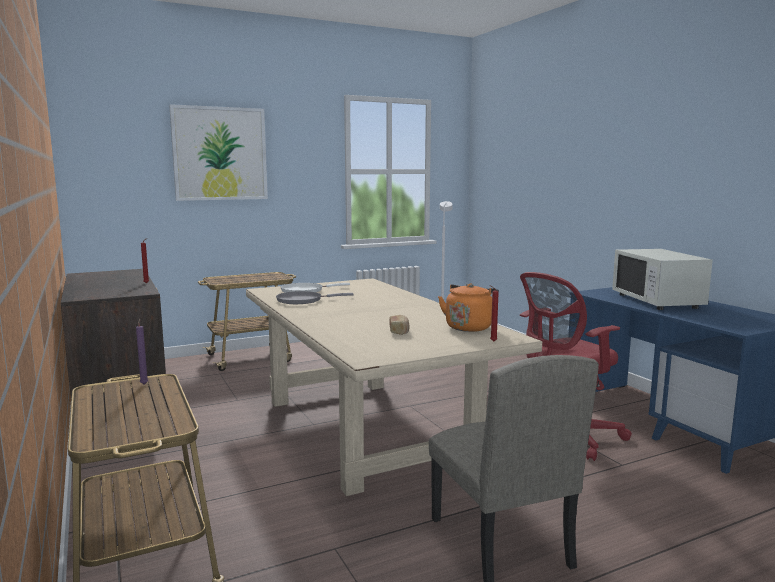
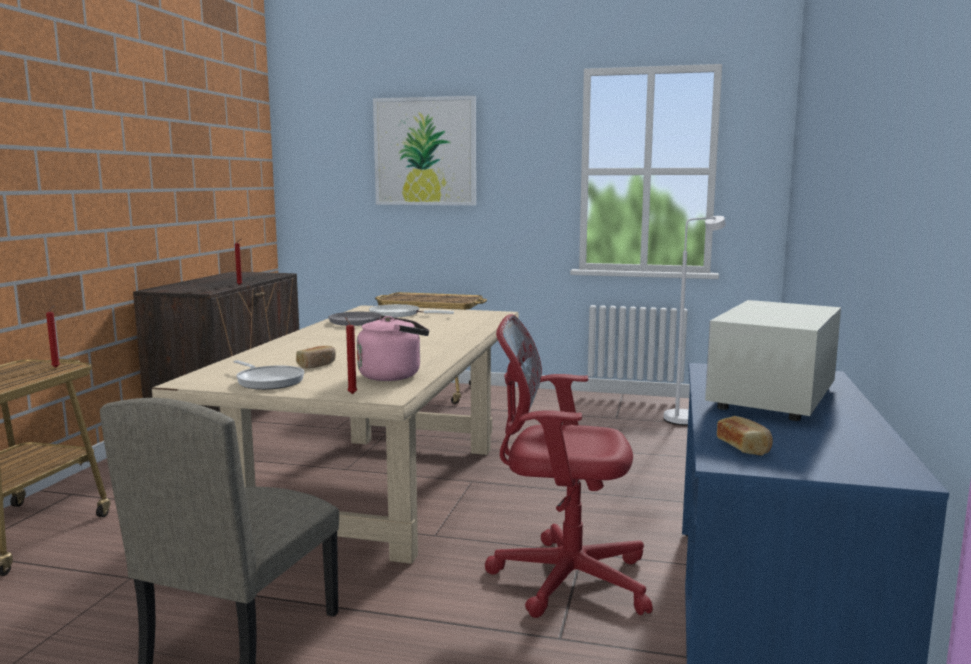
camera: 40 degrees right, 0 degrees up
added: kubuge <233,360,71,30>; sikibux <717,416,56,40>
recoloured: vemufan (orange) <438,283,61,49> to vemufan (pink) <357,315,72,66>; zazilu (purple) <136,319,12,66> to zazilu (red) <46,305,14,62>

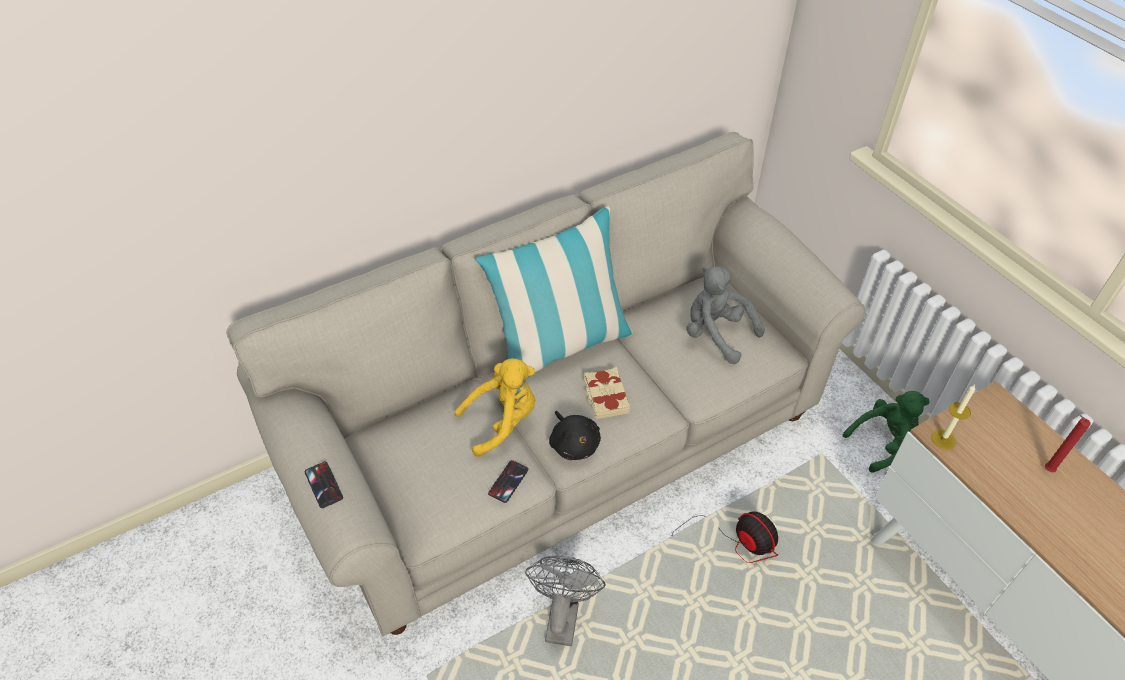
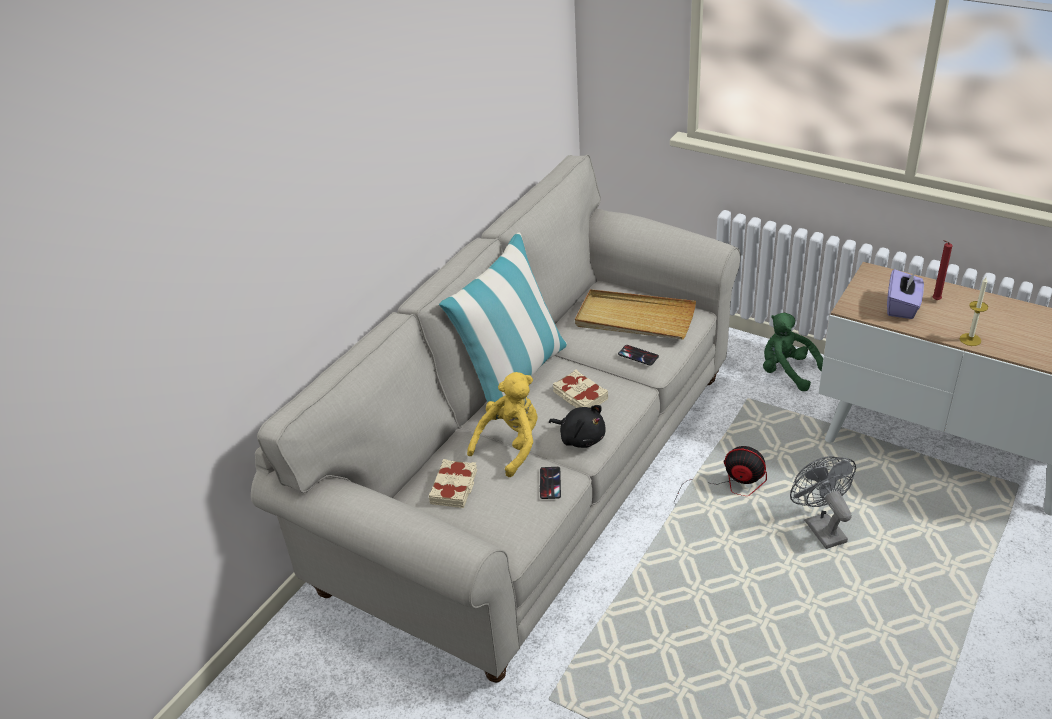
camera: 25 degrees left, 10 degrees down
added: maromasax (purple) <887,269,37,50>; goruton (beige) <429,459,48,49>
moved: zazilu <931,385,44,64> to <960,277,28,69>; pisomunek <305,462,38,46> to <618,345,41,21>; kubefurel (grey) <525,556,81,90> to <790,456,66,93>
replaced: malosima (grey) <686,266,79,98> to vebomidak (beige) <575,289,121,51>
turned: malosima (green) <843,391,87,81> = <763,313,60,78> 90 degrees counterclockwise

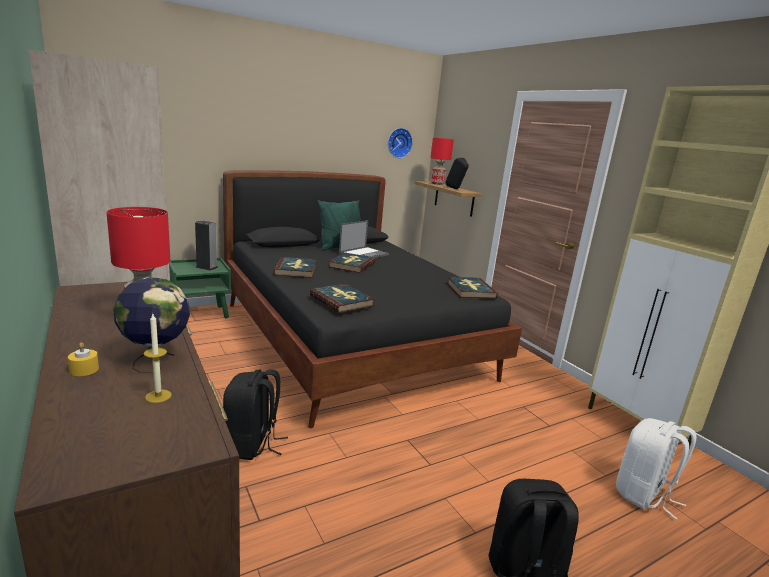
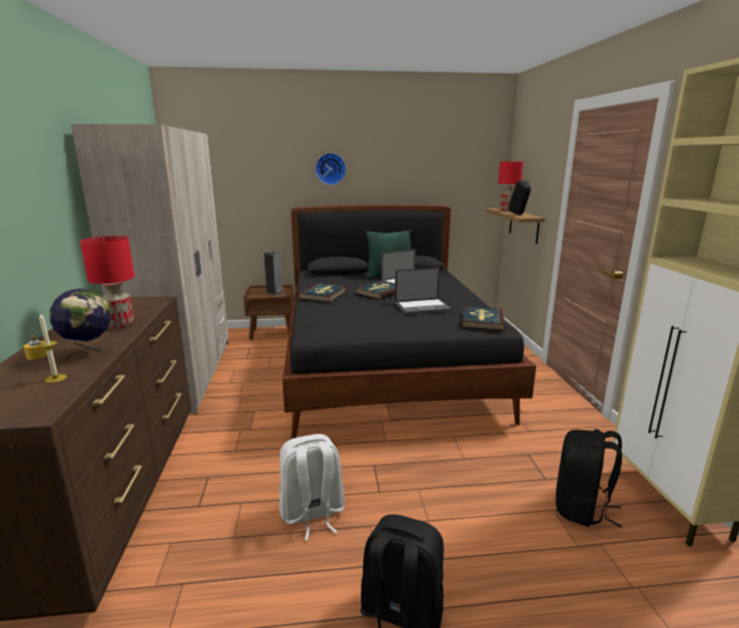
camera: 25 degrees right, 0 degrees up
removed: goruton <310,283,65,30>
added: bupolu <395,267,57,48>
moved: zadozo <388,128,25,30> to <315,153,31,32>; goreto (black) <223,369,65,91> to <555,429,67,98>; goreto (white) <616,418,81,102> to <279,434,65,107>
recoloured: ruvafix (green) <169,258,62,61> to ruvafix (brown) <244,284,50,56>

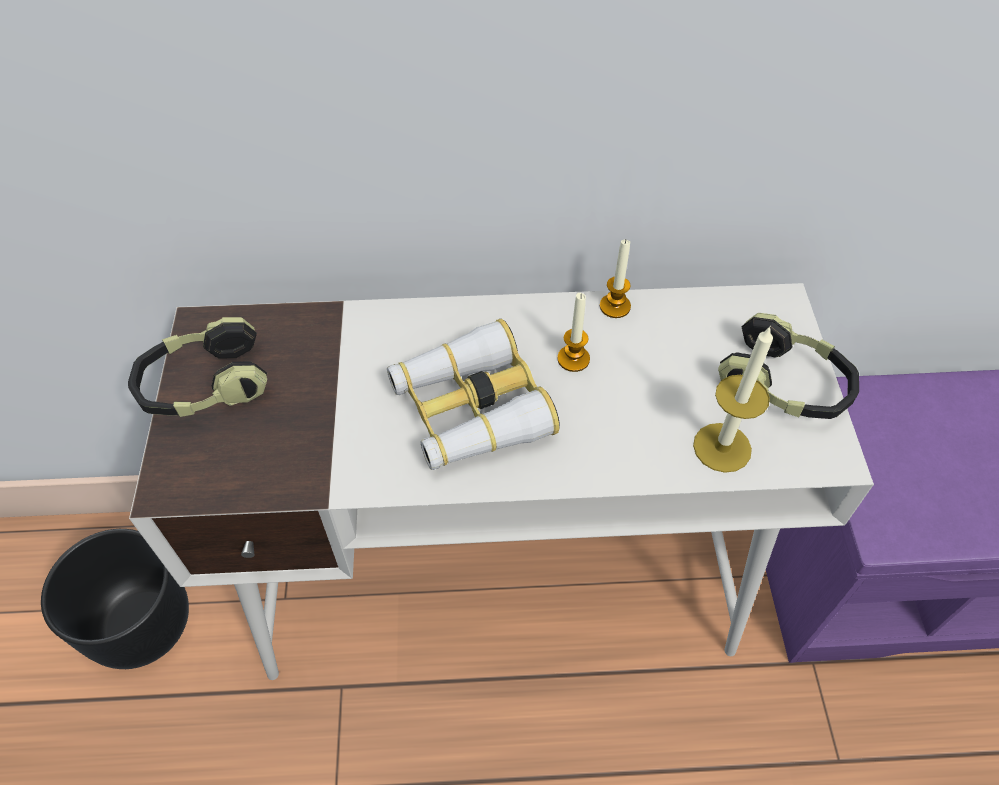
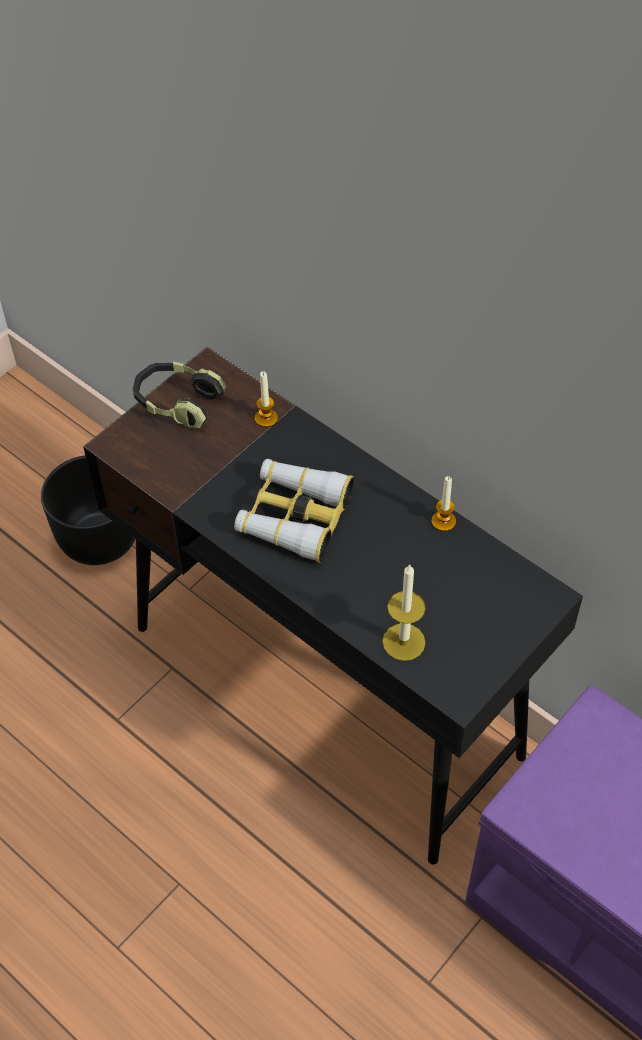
camera: 45 degrees right, 0 degrees up
removed: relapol <718,313,141,106>
moved: zazilu <557,293,33,79> to <255,371,23,56>
recoloured: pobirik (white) <129,283,745,397> to pobirik (black) <83,347,500,517>

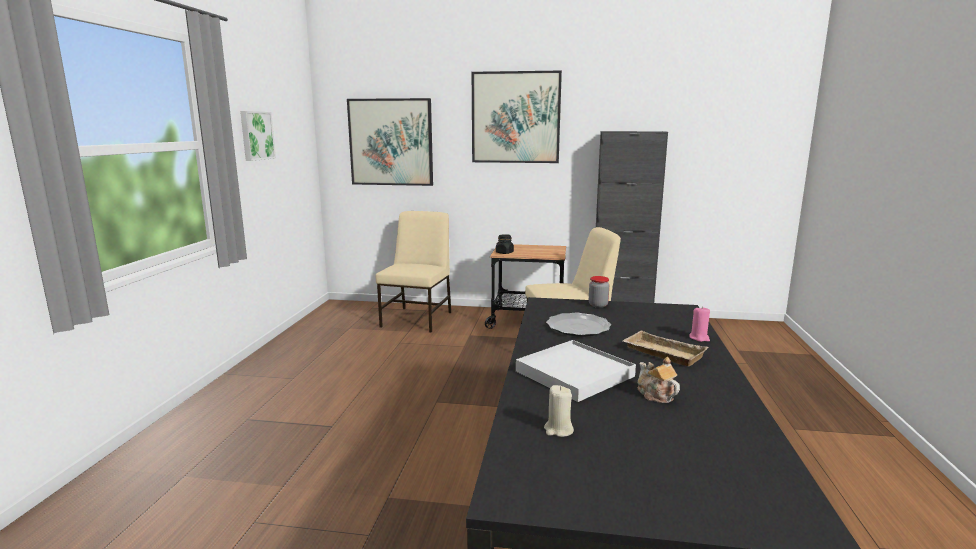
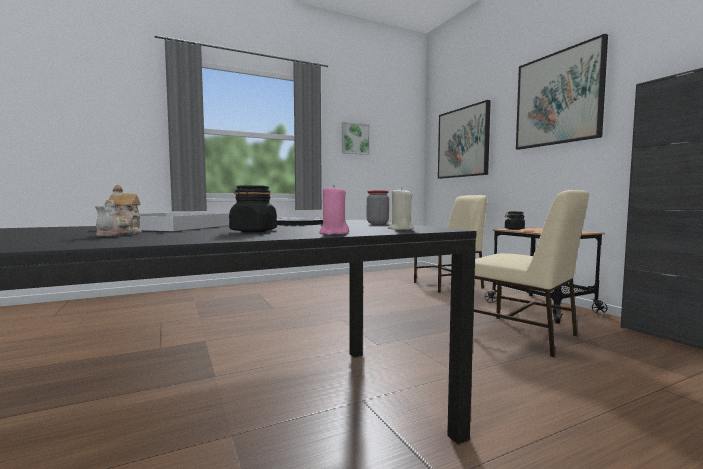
camera: 55 degrees right, 10 degrees down
moved: zazilu (beige) <544,385,30,52> to <388,187,26,43>
replaced: vebomidak (beige) <622,330,86,36> to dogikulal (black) <229,185,48,48>
turned: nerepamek <637,357,43,46> = <95,185,46,51> 150 degrees clockwise

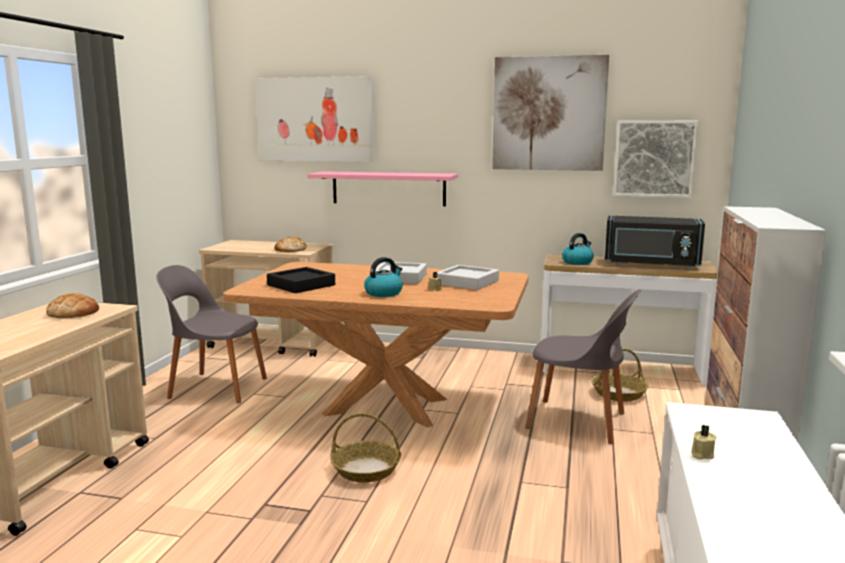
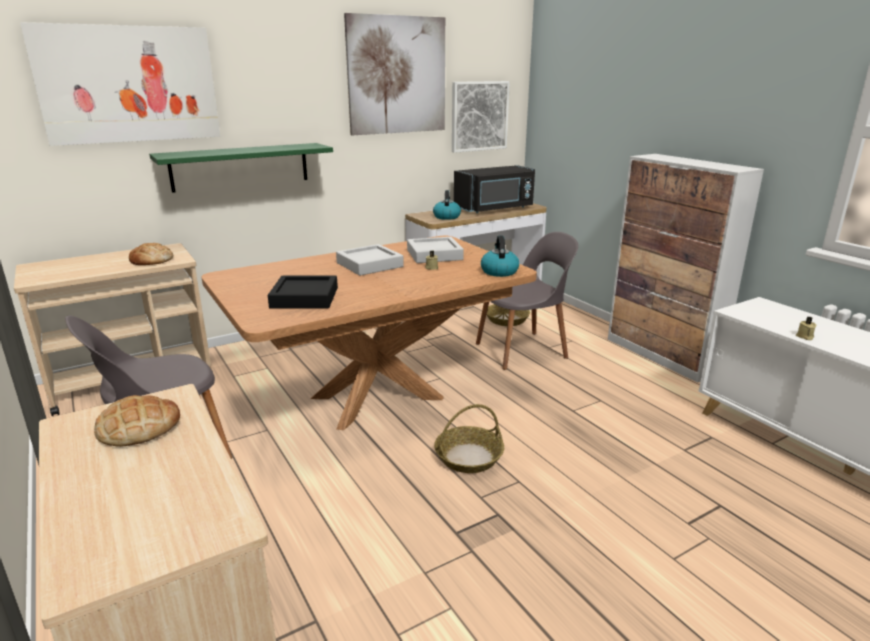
camera: 45 degrees left, 10 degrees up
moved: vemufan <364,257,39,40> to <481,236,38,41>
recoloured: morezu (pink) <307,171,151,35> to morezu (green) <149,143,184,50>

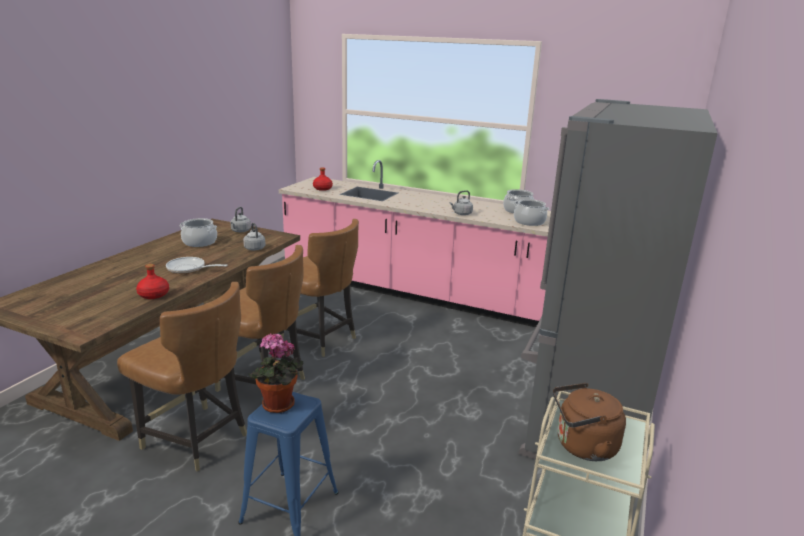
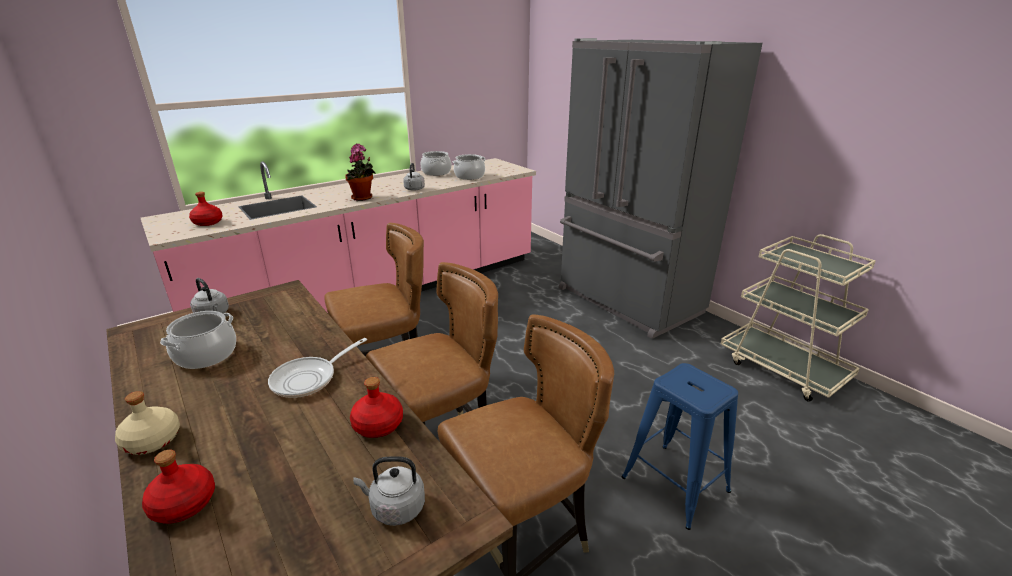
camera: 60 degrees left, 5 degrees up
removed: vemufan (brown) <553,383,73,78>
added: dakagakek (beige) <115,391,65,64>; dakagakek (red) <142,450,73,74>
moved: vemufan (grey) <243,223,23,28> to <353,456,72,70>; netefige <248,333,56,80> to <345,143,31,58>

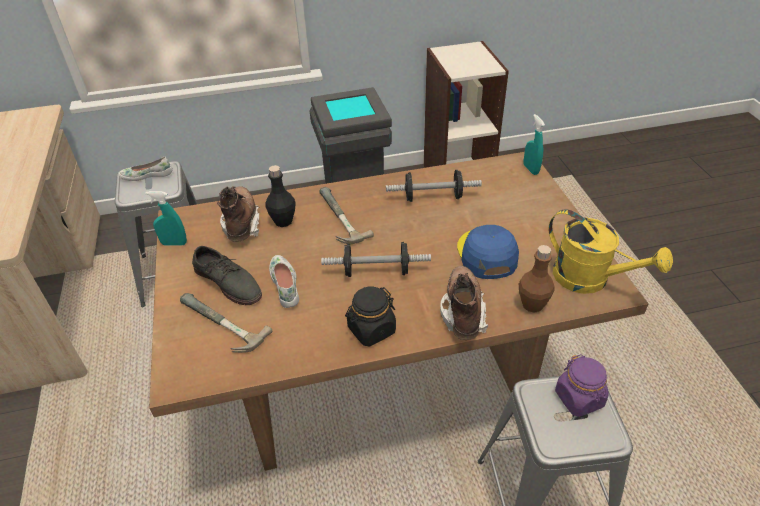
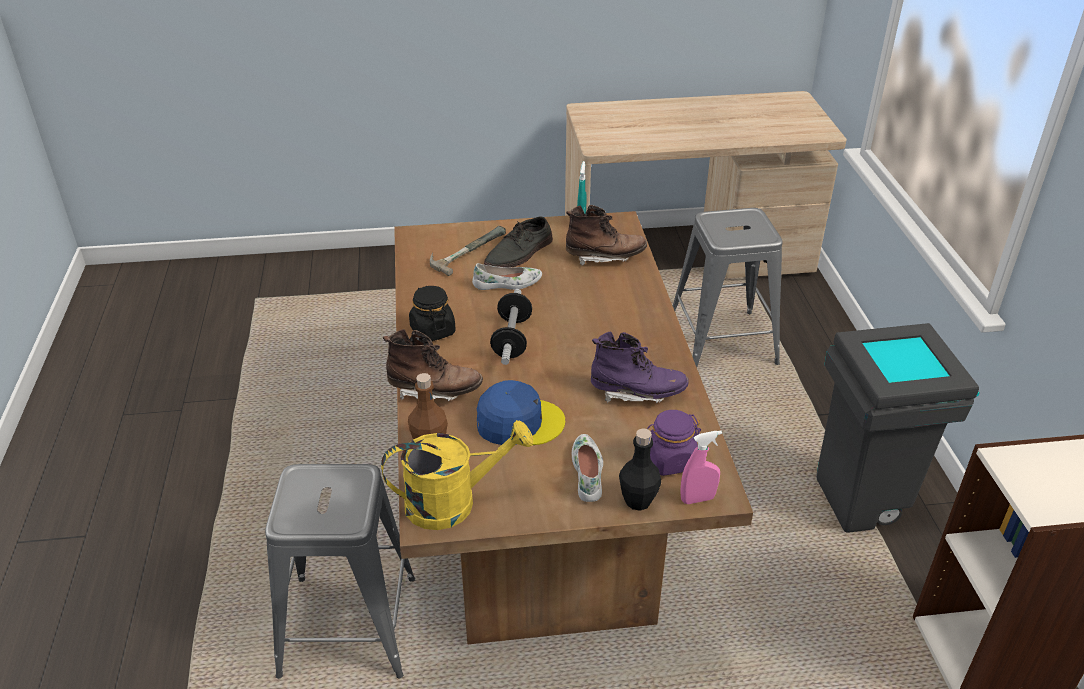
camera: 95 degrees right, 5 degrees down
removed: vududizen <319,187,55,57>
moved: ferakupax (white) <118,157,55,24> to <572,434,31,68>; dakagakek (black) <265,165,31,62> to <619,428,42,83>; dogikulal (purple) <555,354,54,63> to <647,410,54,66>
replaced: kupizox <386,170,96,32> to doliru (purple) <591,331,98,72>
recoloured: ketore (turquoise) <524,114,21,61> to ketore (pink) <680,431,42,73>
turned: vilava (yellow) <548,209,125,85> = <381,420,152,110> 150 degrees counterclockwise

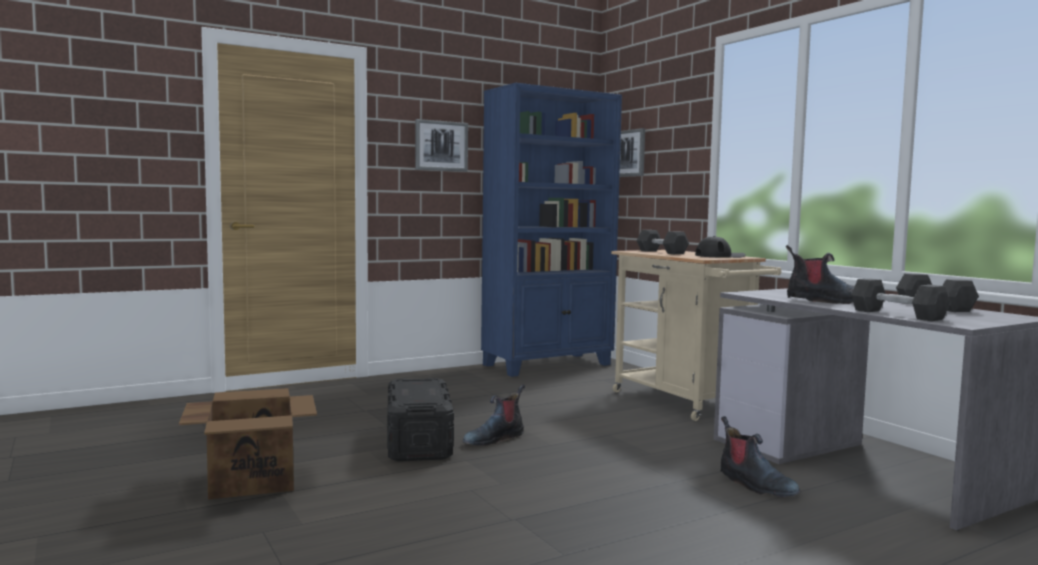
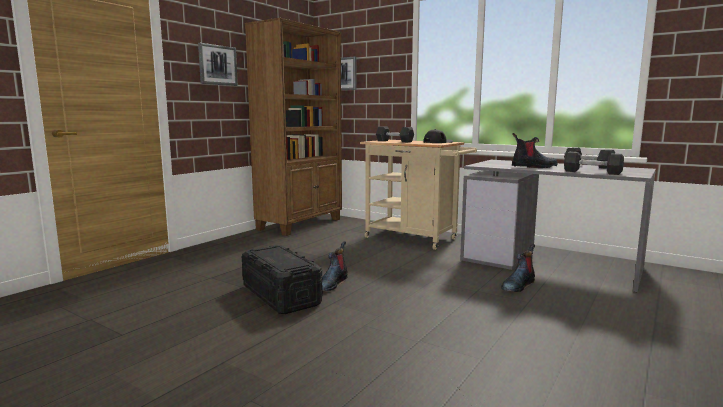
camera: 25 degrees left, 5 degrees up
removed: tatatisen <179,388,138,111>
recoloured: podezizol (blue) <481,83,141,294> to podezizol (brown) <245,18,97,218>
turned: doliru <721,416,79,82> = <501,244,34,48> 105 degrees clockwise

